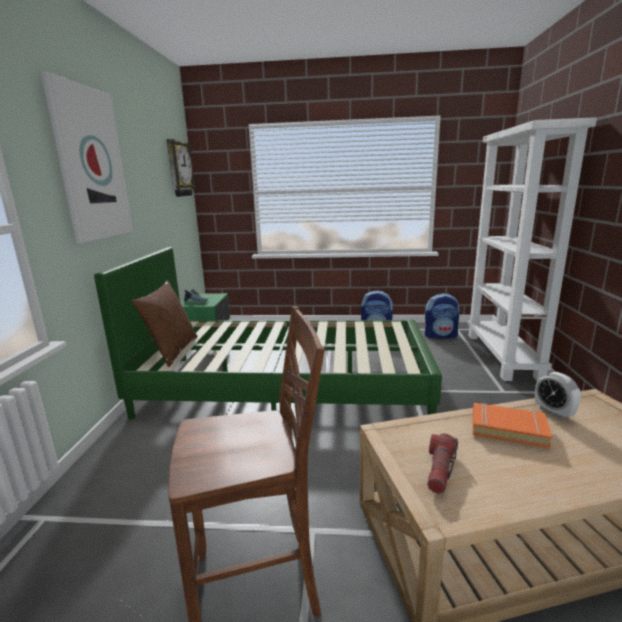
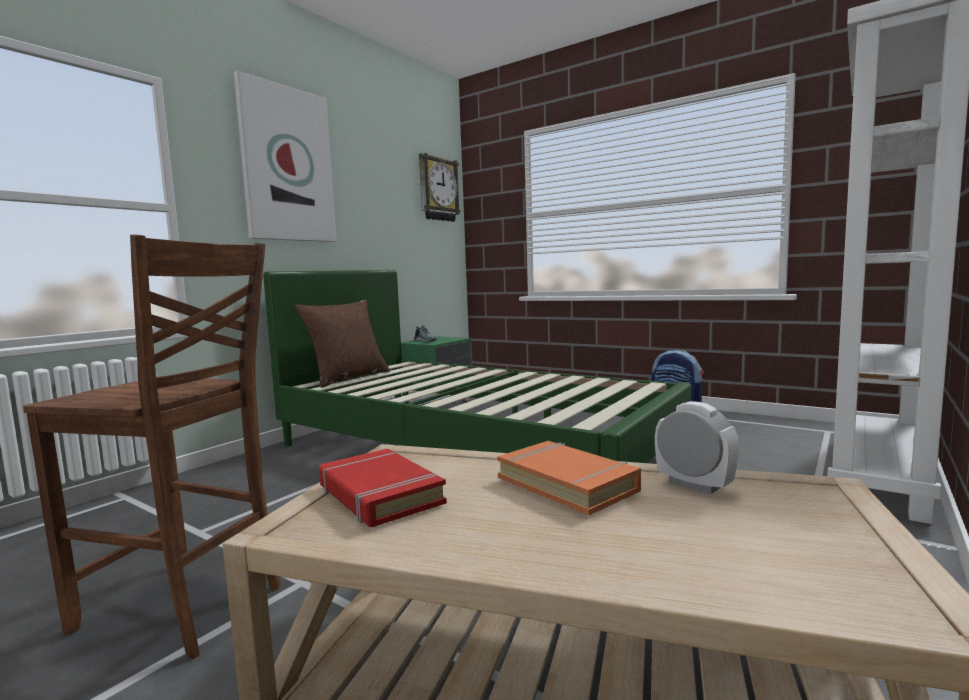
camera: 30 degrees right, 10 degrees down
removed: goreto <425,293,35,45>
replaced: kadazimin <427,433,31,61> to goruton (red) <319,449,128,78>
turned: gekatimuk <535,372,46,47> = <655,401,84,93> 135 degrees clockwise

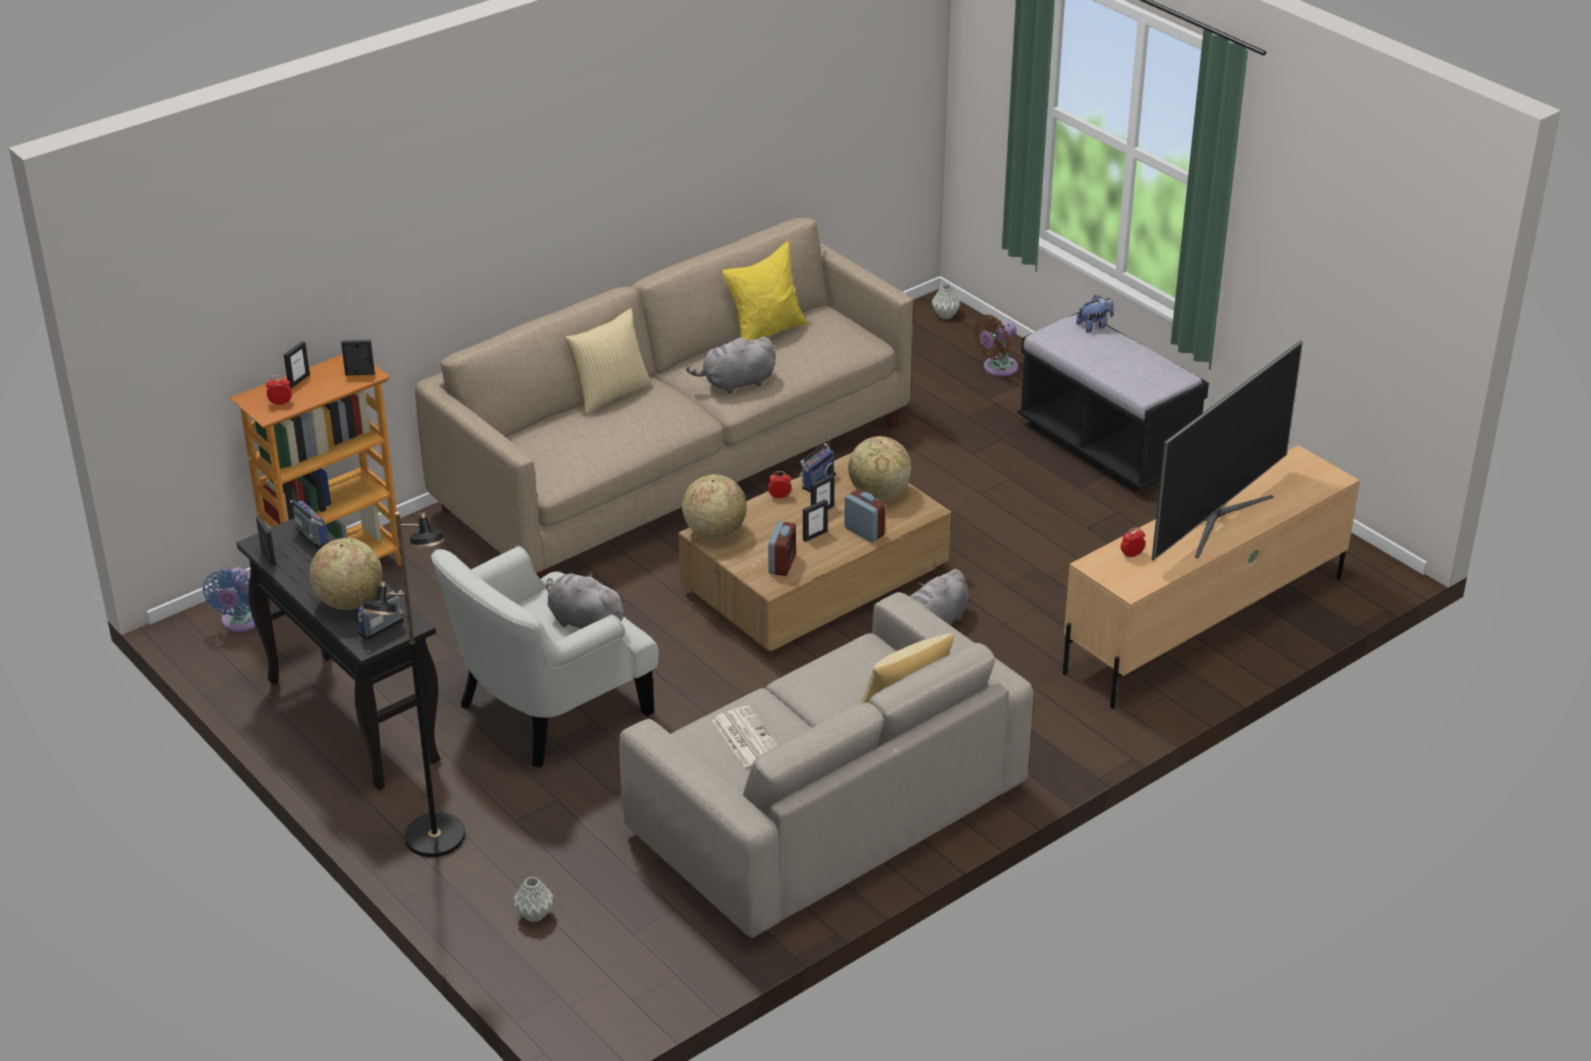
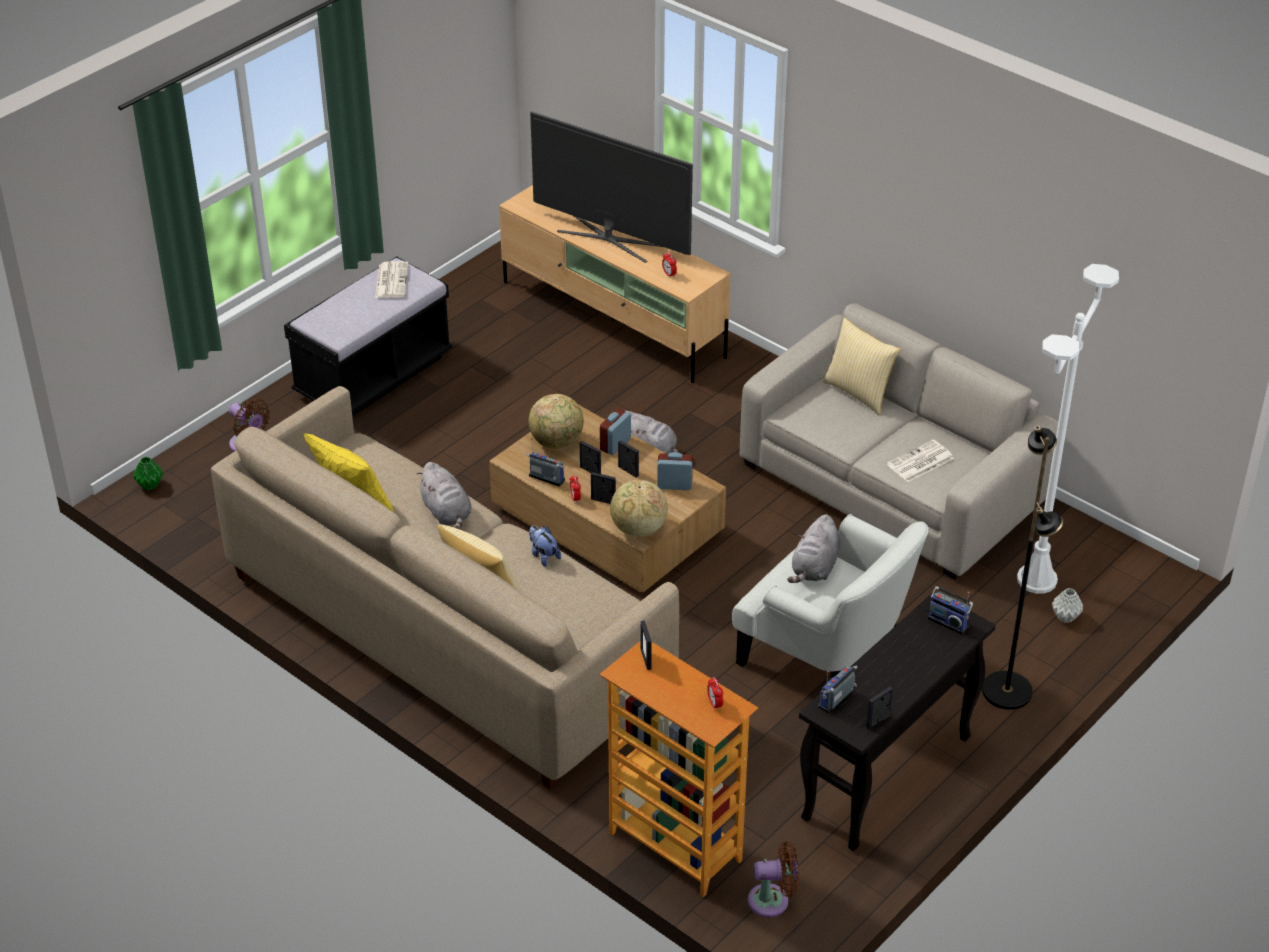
camera: 100 degrees left, 5 degrees up
removed: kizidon <310,538,72,72>
added: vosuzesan <375,261,34,37>; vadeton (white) <1017,264,102,330>
moved: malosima <1076,295,38,38> to <529,526,32,41>; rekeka <284,341,26,48> to <591,472,25,32>
recoloured: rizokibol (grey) <932,284,29,35> to rizokibol (green) <133,457,30,33>; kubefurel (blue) <203,567,53,65> to kubefurel (brown) <748,841,51,76>

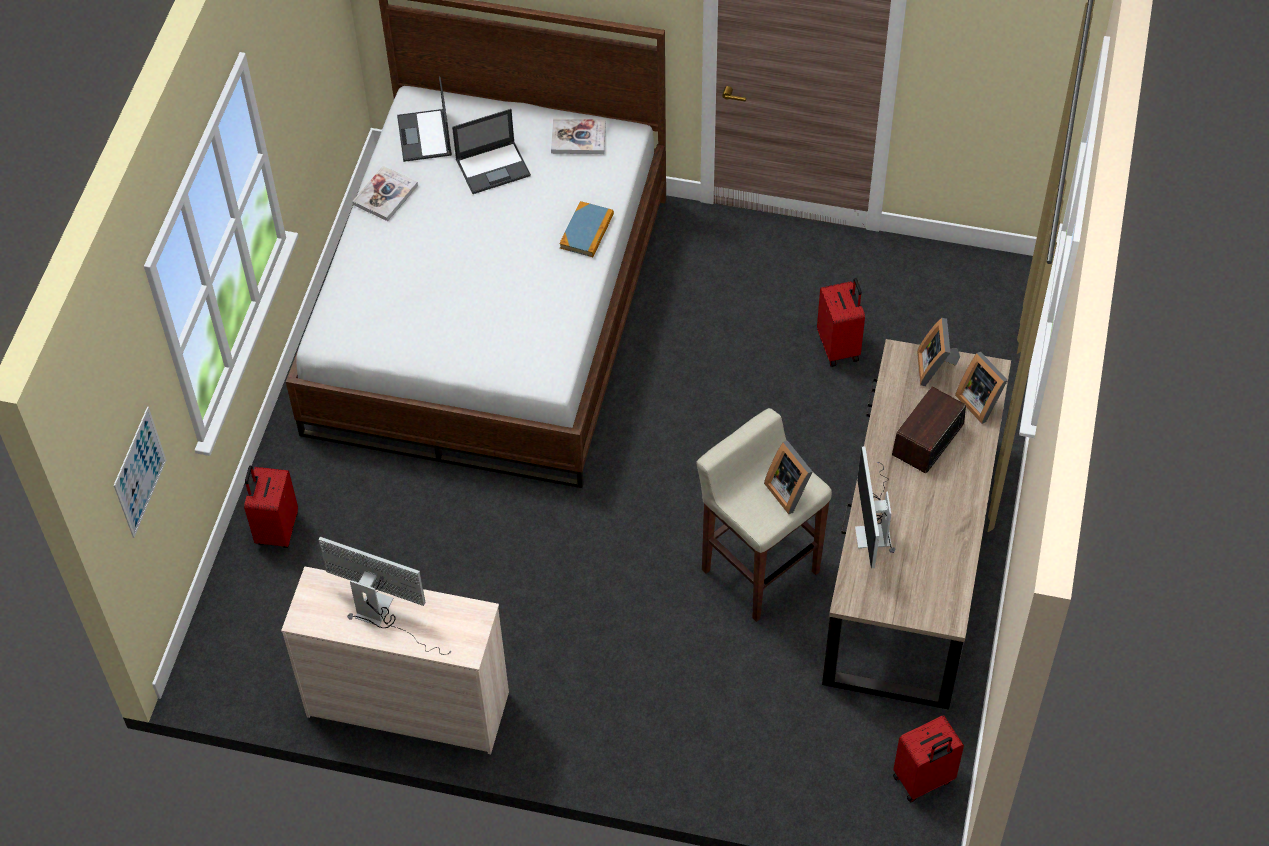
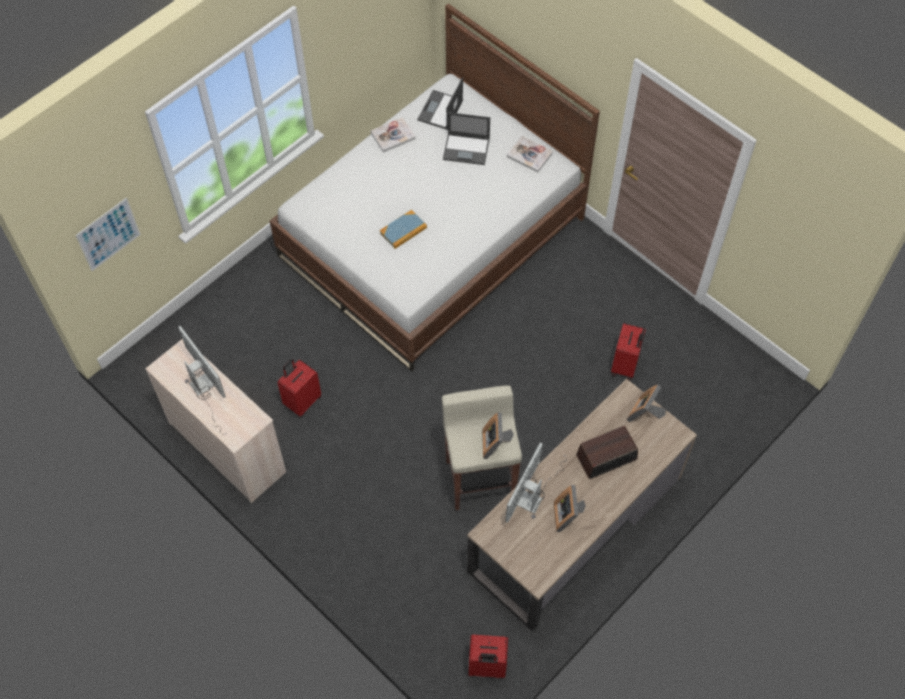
camera: 30 degrees right, 5 degrees up
moved: goruton <559,201,55,56> to <380,210,47,39>; rekeka <955,352,53,72> to <554,485,32,47>; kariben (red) <244,466,54,82> to <277,359,44,57>

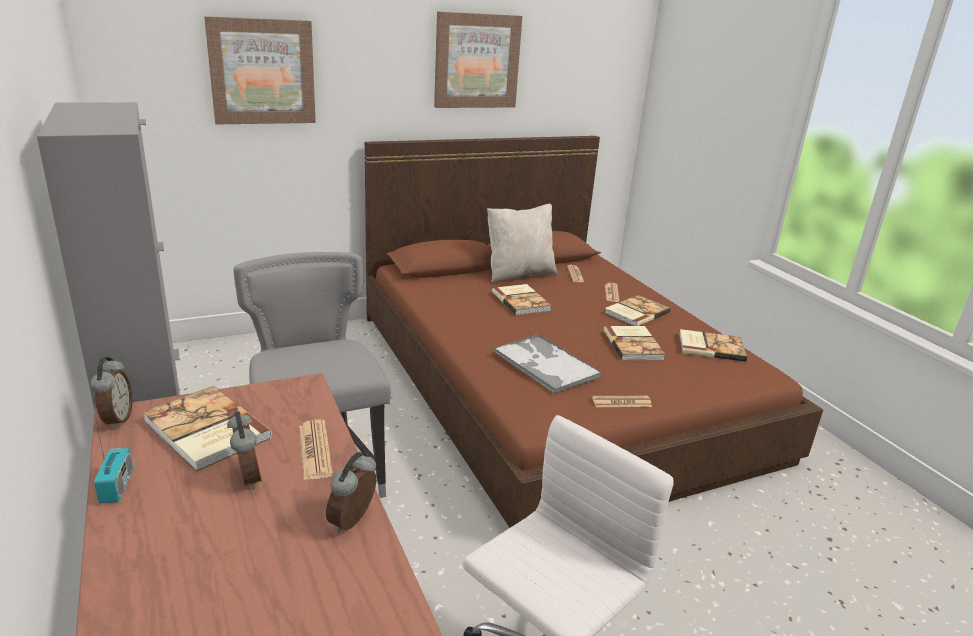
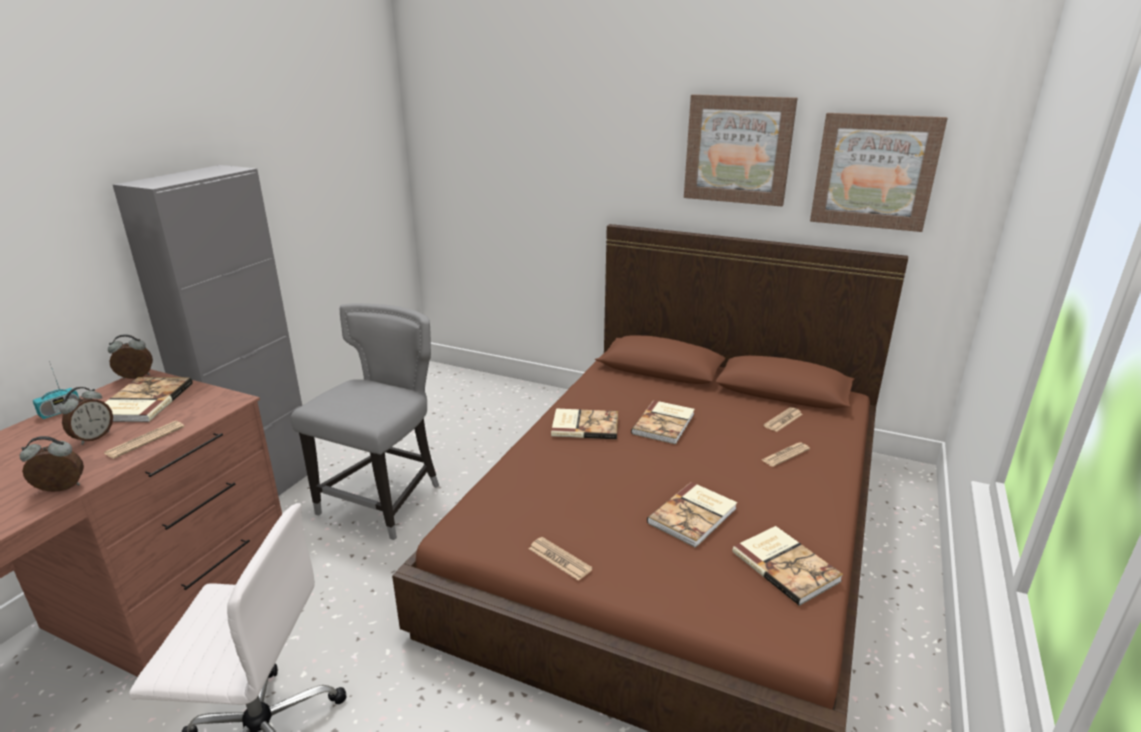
camera: 50 degrees right, 0 degrees up
removed: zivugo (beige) <487,204,70,79>; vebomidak <493,335,109,59>
moved: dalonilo <204,16,112,108> to <810,113,138,119>; goruton <605,295,65,31> to <551,408,67,31>
turned: gekatimuk <90,357,42,72> = <108,334,45,45> 150 degrees counterclockwise

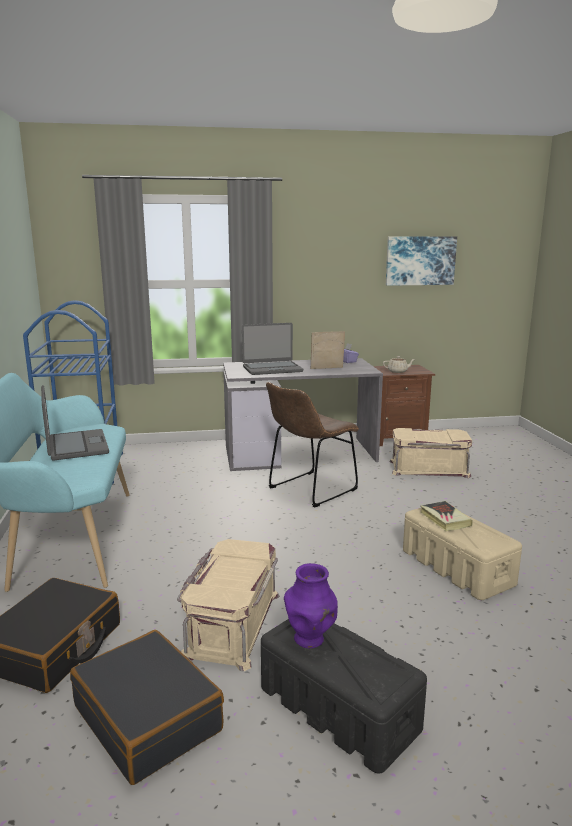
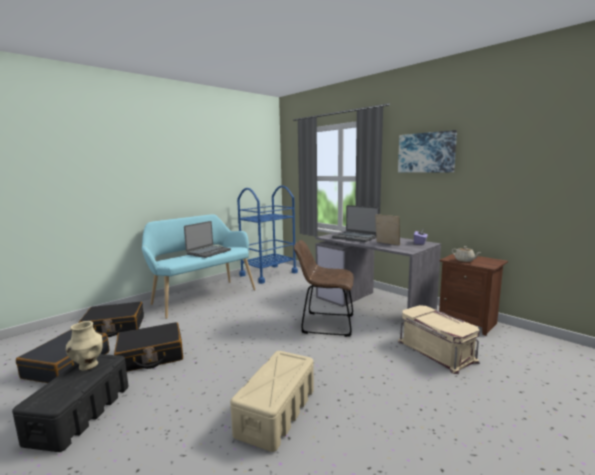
camera: 55 degrees right, 5 degrees down
removed: goruton <420,501,53,30>
moved: dalonilo <386,236,71,50> to <398,130,59,43>
replaced: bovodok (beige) <177,539,103,133> to kariben (black) <114,322,69,50>
recoloured: rizokibol (purple) <284,563,54,85> to rizokibol (beige) <66,321,36,50>

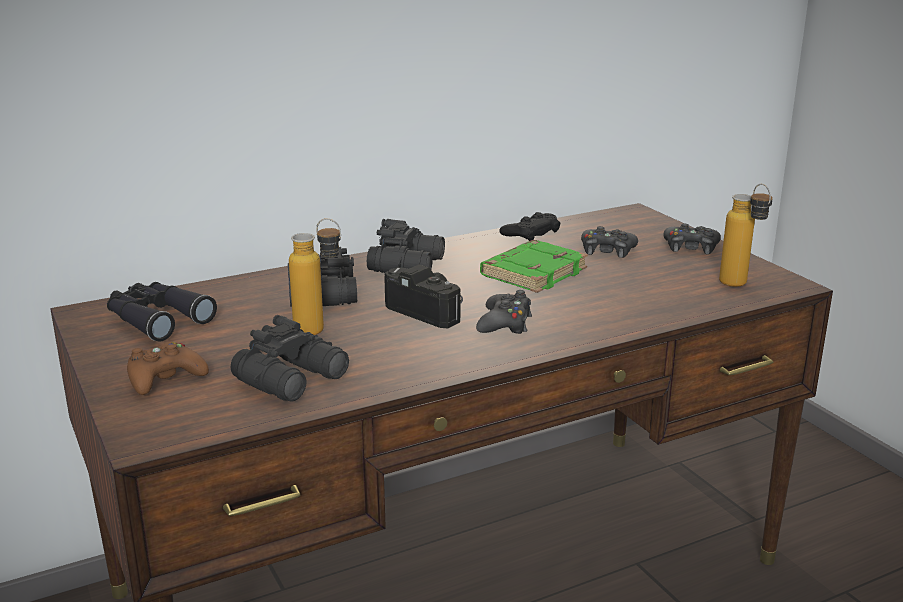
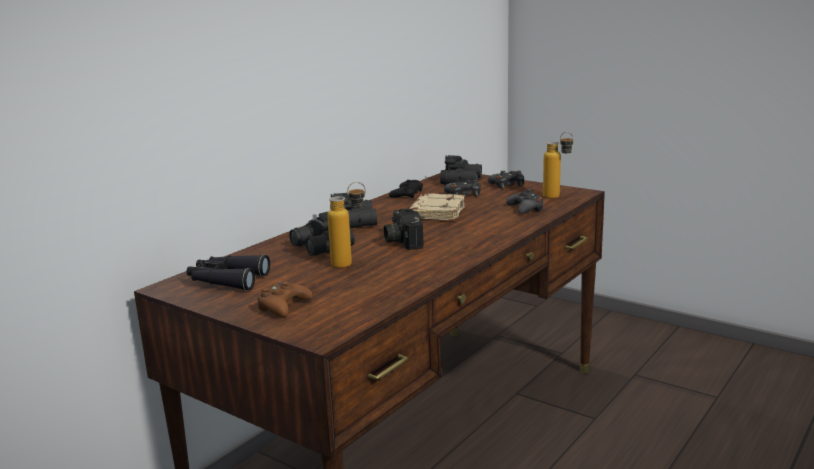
camera: 25 degrees left, 5 degrees down
moved: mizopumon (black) <476,290,56,44> to <506,189,38,25>; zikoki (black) <230,315,119,87> to <440,155,42,30>
recoloured: goruton (green) <480,240,108,53> to goruton (beige) <409,194,56,26>
turned: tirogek <384,265,79,63> = <384,209,40,41> 120 degrees counterclockwise

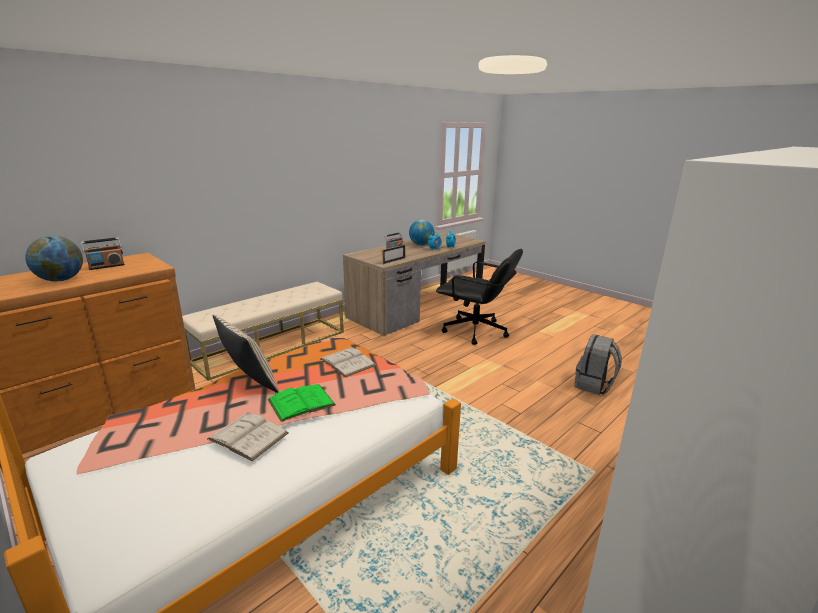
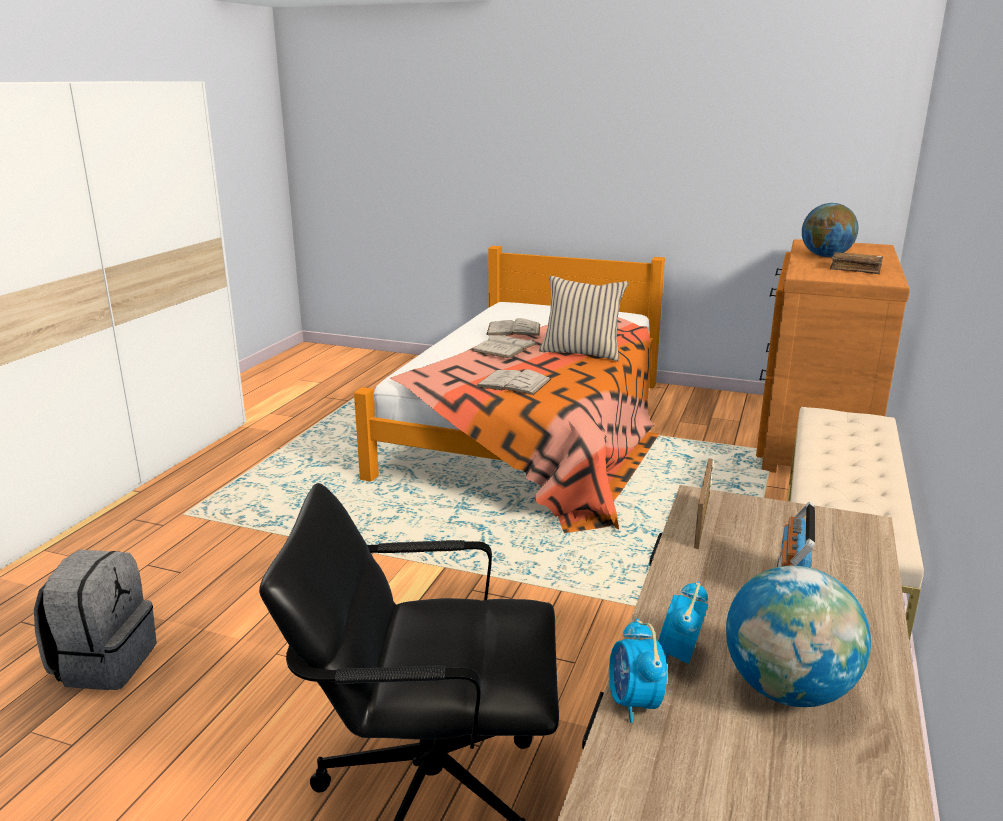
camera: 155 degrees right, 0 degrees up
replaced: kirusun <81,237,44,33> to goruton (brown) <830,252,53,22>
recoloured: goruton (green) <268,384,68,38> to goruton (white) <472,335,66,23>

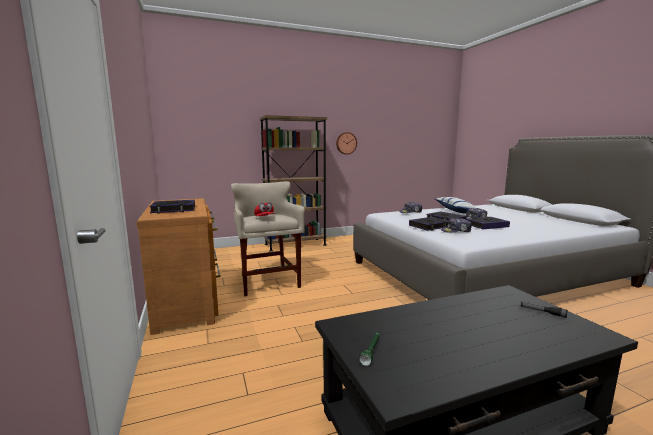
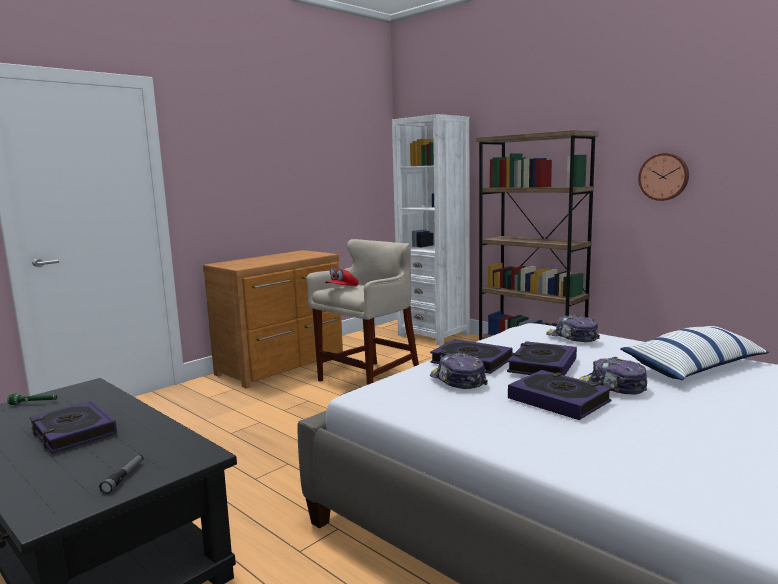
camera: 65 degrees right, 0 degrees up
added: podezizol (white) <392,114,78,232>
moved: goruton <149,200,46,14> to <30,400,87,53>

